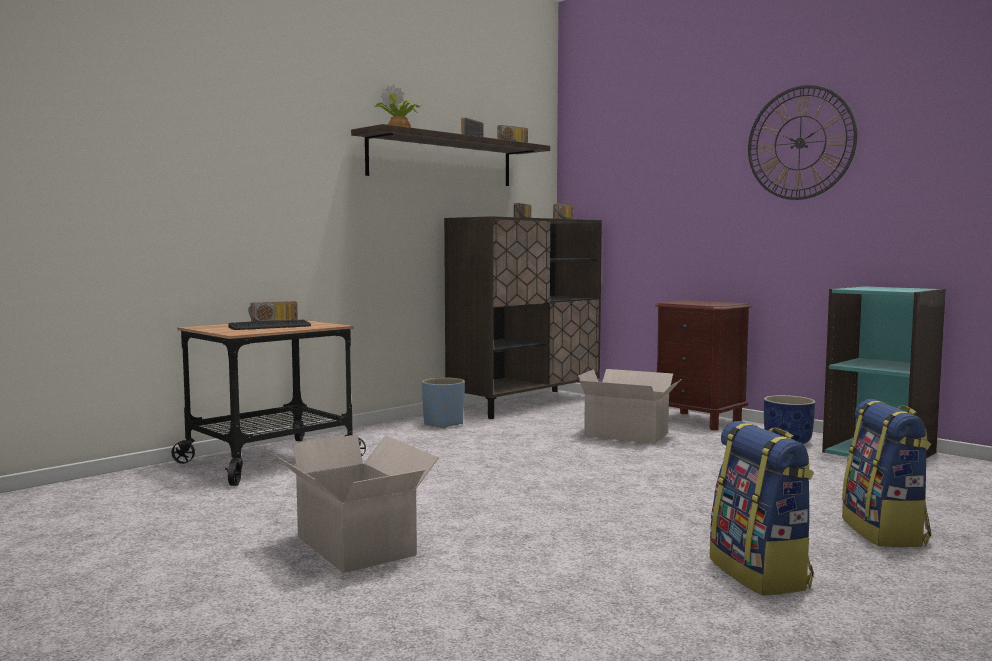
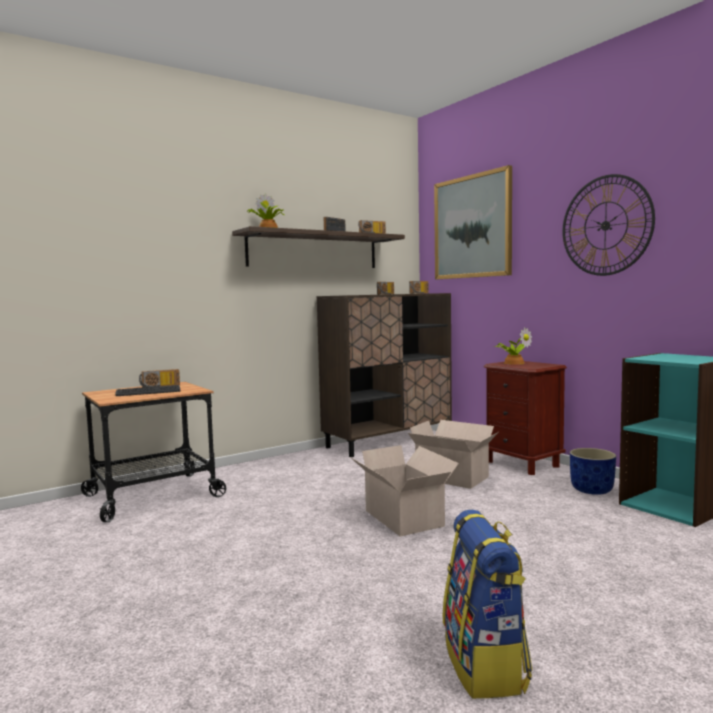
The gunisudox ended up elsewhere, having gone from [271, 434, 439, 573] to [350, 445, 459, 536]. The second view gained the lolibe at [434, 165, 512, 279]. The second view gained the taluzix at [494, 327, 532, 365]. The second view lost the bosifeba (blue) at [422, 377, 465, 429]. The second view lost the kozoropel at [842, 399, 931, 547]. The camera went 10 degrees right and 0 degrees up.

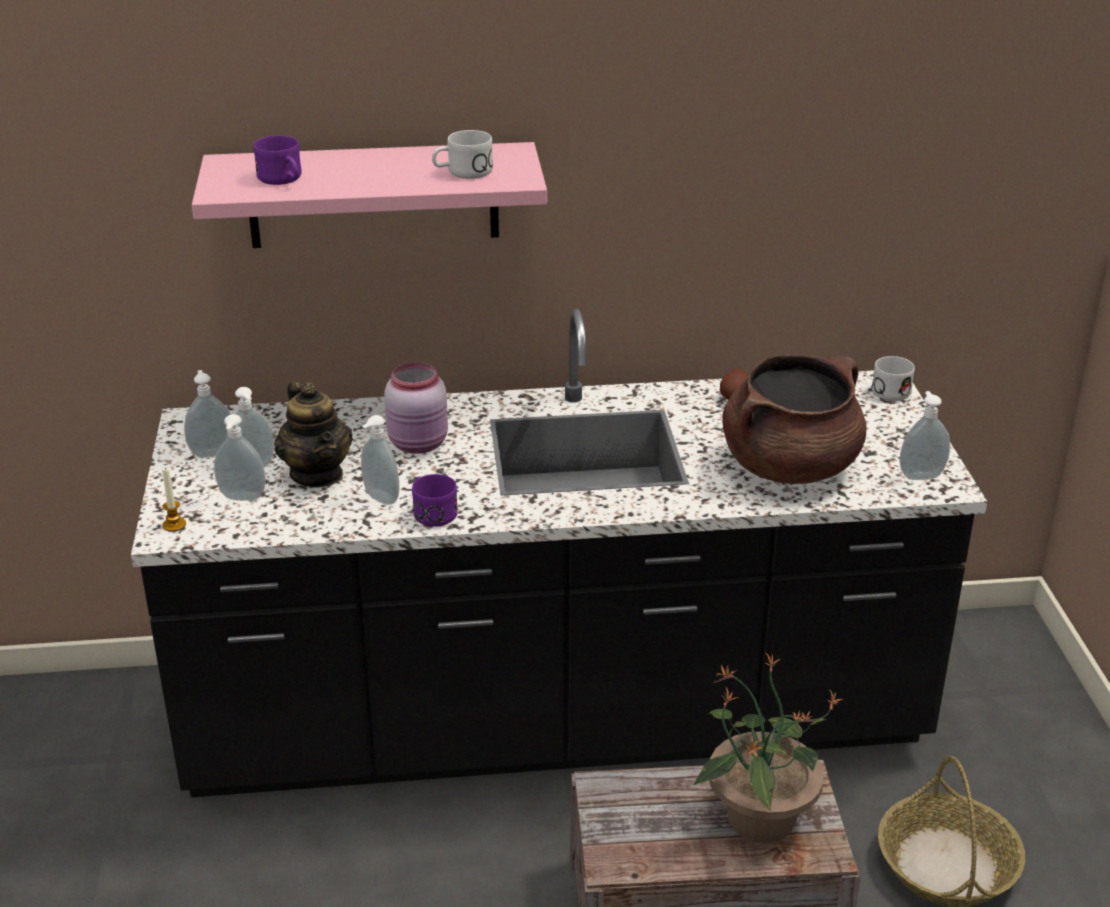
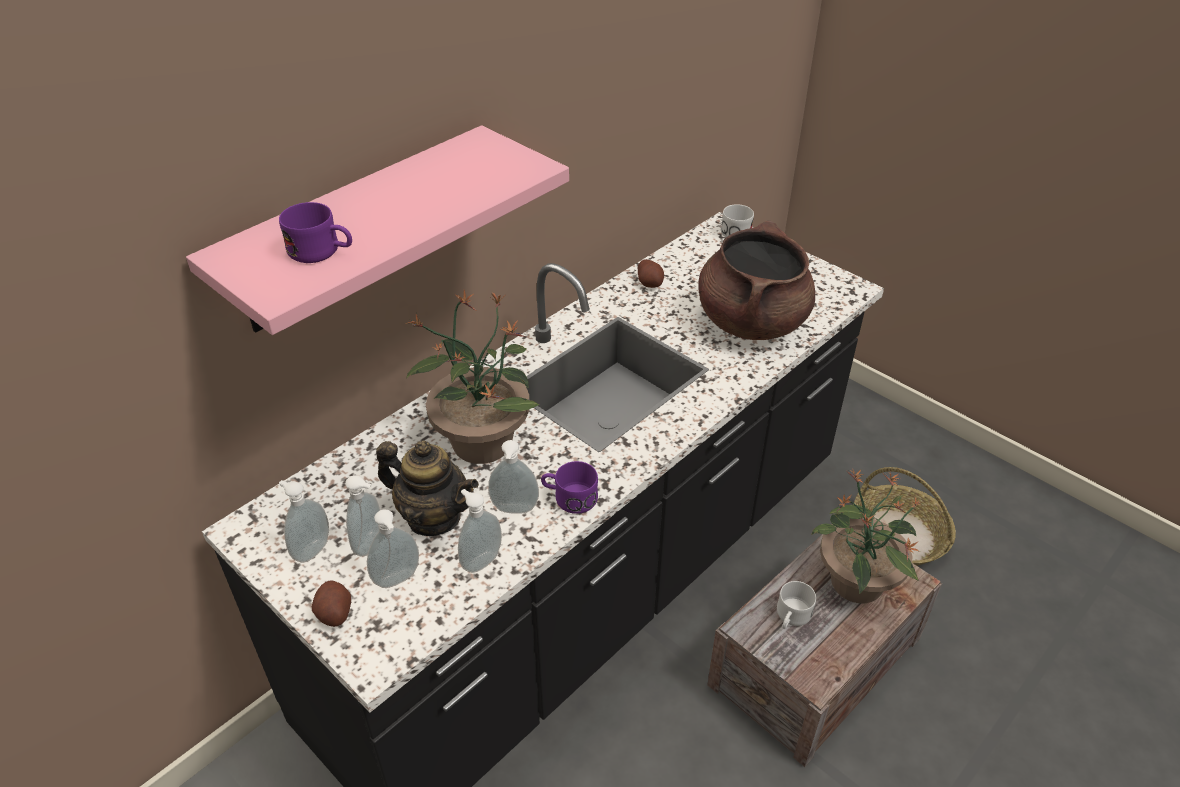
The second view gained the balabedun at [312, 580, 351, 627]. Where the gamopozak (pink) stood at [384, 362, 448, 454], the taluzix came to stand at [406, 290, 539, 464]. The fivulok ended up elsewhere, having gone from [899, 391, 950, 480] to [458, 489, 502, 573]. The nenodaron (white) ended up elsewhere, having gone from [432, 130, 493, 179] to [777, 581, 816, 629]. The second view lost the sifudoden at [162, 468, 186, 532]. The camera went 40 degrees left and 10 degrees up.

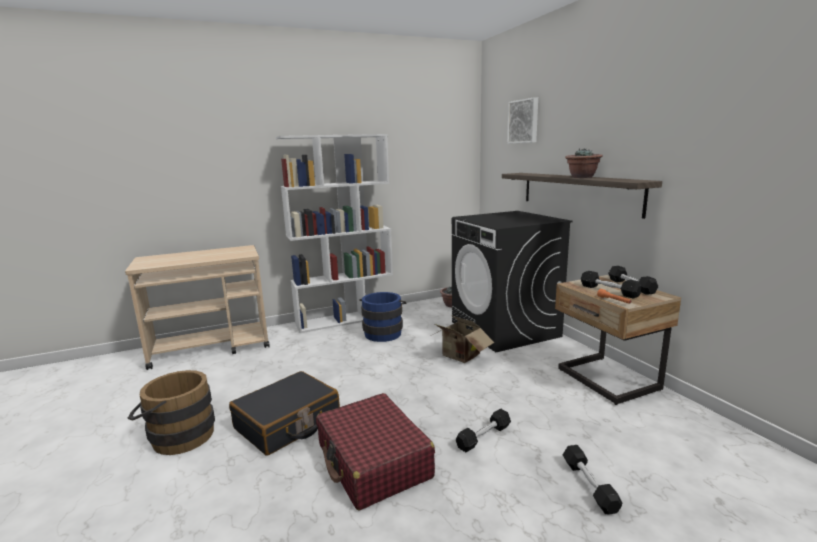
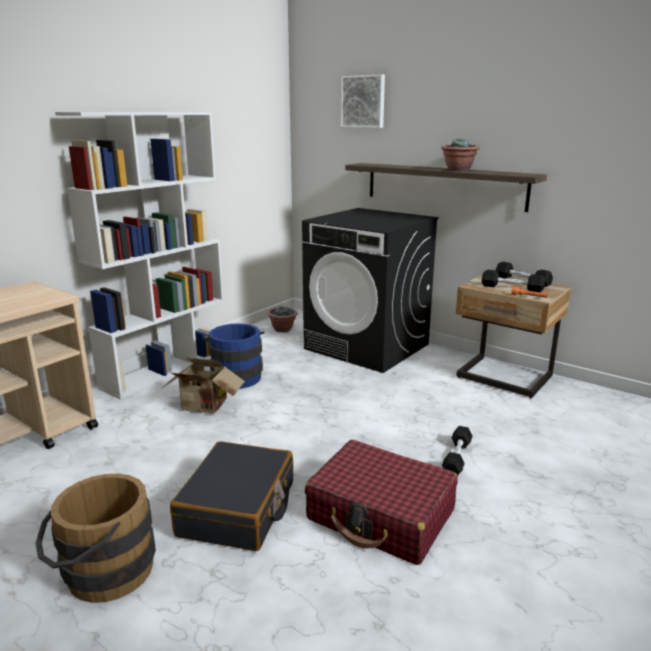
The gunisudox ended up elsewhere, having gone from [435, 316, 494, 363] to [161, 358, 245, 414]. The second view lost the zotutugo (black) at [563, 445, 622, 514]. The camera went 30 degrees left and 5 degrees up.

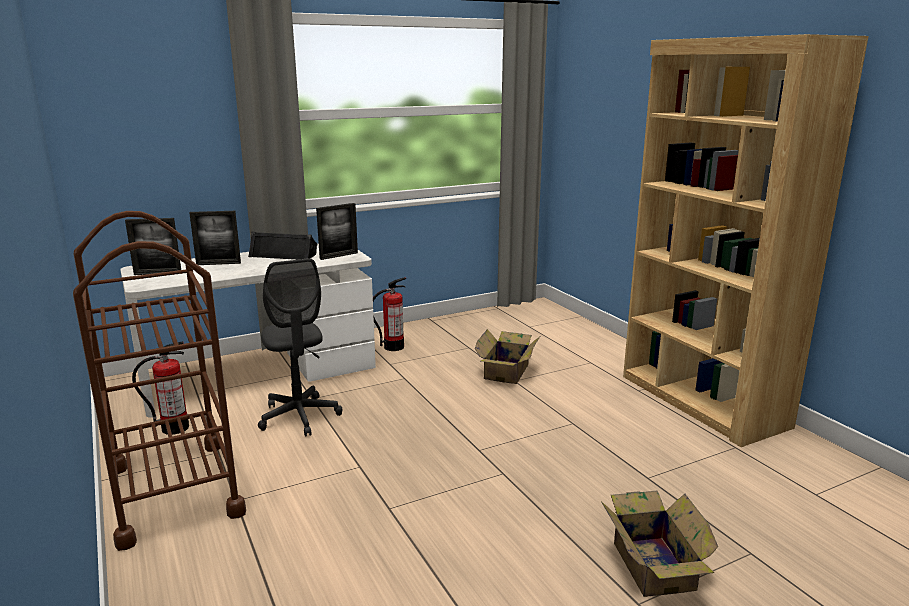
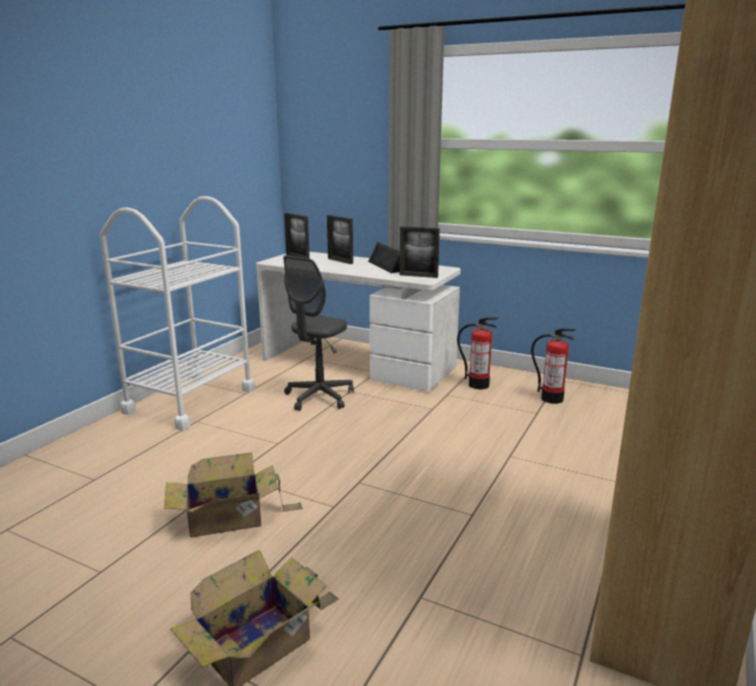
What was the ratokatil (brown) at [73, 211, 246, 551] turned into the ratokatil (white) at [100, 196, 255, 430]. The gunisudox ended up elsewhere, having gone from [475, 329, 540, 384] to [164, 453, 303, 537]. The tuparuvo ended up elsewhere, having gone from [132, 341, 189, 435] to [531, 328, 577, 404]. The camera went 55 degrees right and 0 degrees up.

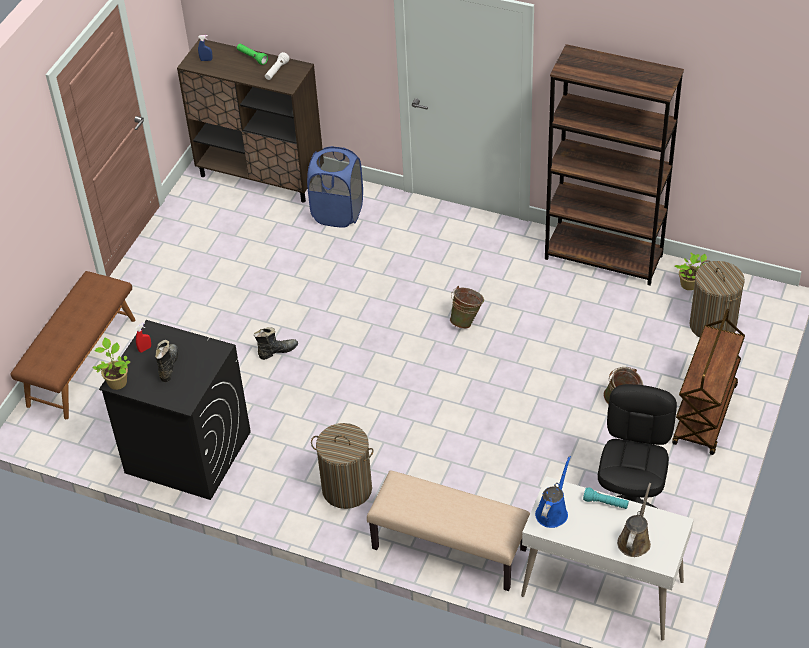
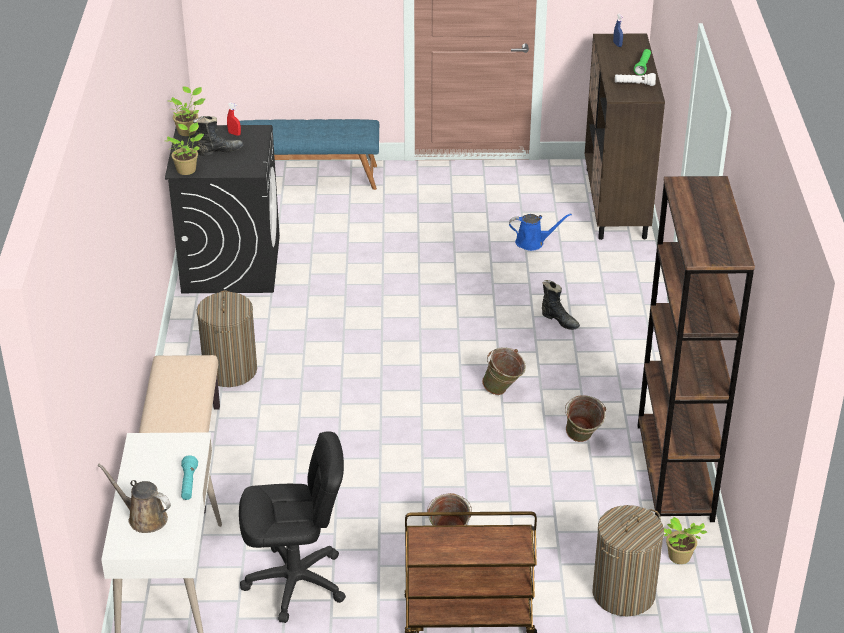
The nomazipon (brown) at [617, 483, 651, 557] ended up facing another way, 150 degrees counterclockwise from before. The second view gained the taluzix at [166, 122, 204, 175]. What was the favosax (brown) at [11, 271, 136, 419] turned into the favosax (blue) at [240, 119, 379, 190]. The nomazipon (blue) ended up elsewhere, having gone from [535, 456, 571, 528] to [509, 214, 572, 251]. The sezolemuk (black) ended up elsewhere, having gone from [254, 327, 298, 360] to [542, 280, 580, 330]. The second view gained the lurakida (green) at [565, 395, 606, 442]. The second view lost the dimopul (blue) at [307, 146, 363, 228]. The camera went 65 degrees right and 10 degrees down.

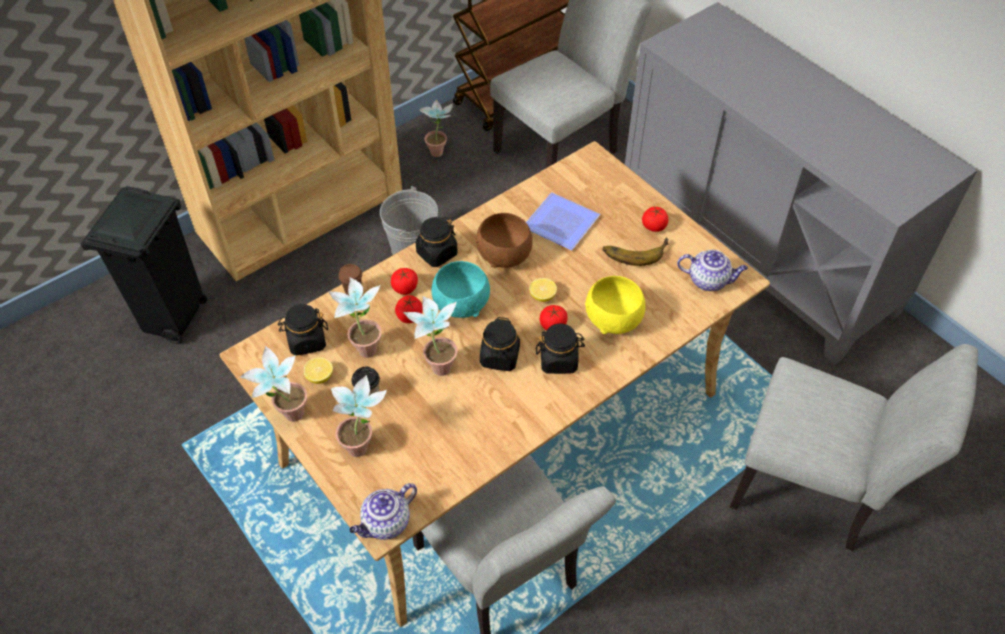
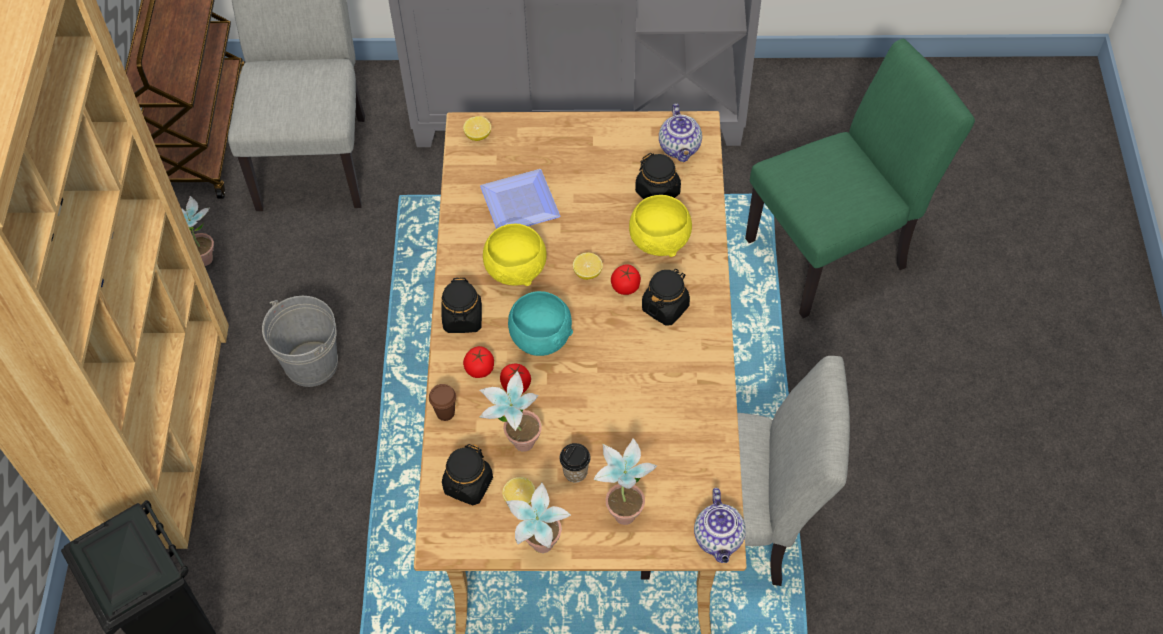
The second view gained the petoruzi at [463, 116, 491, 141]. What was the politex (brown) at [475, 213, 533, 268] turned into the politex (yellow) at [483, 224, 547, 286]. The gamopozak (black) ended up elsewhere, having gone from [480, 317, 520, 371] to [635, 153, 681, 199]. The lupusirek at [677, 250, 748, 291] ended up facing another way, 120 degrees clockwise from before. What was the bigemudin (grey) at [730, 344, 978, 551] turned into the bigemudin (green) at [745, 39, 975, 319]. The second view lost the taluzix at [403, 296, 457, 376]. The second view lost the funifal at [603, 238, 669, 266]. The second view lost the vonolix at [642, 207, 668, 232]. The camera went 50 degrees left and 5 degrees up.

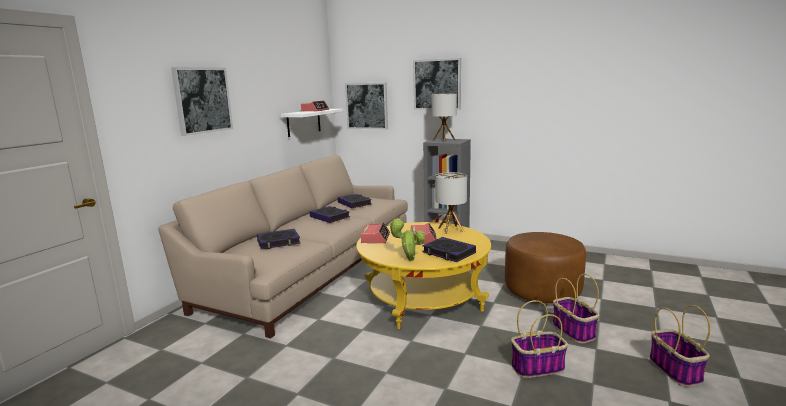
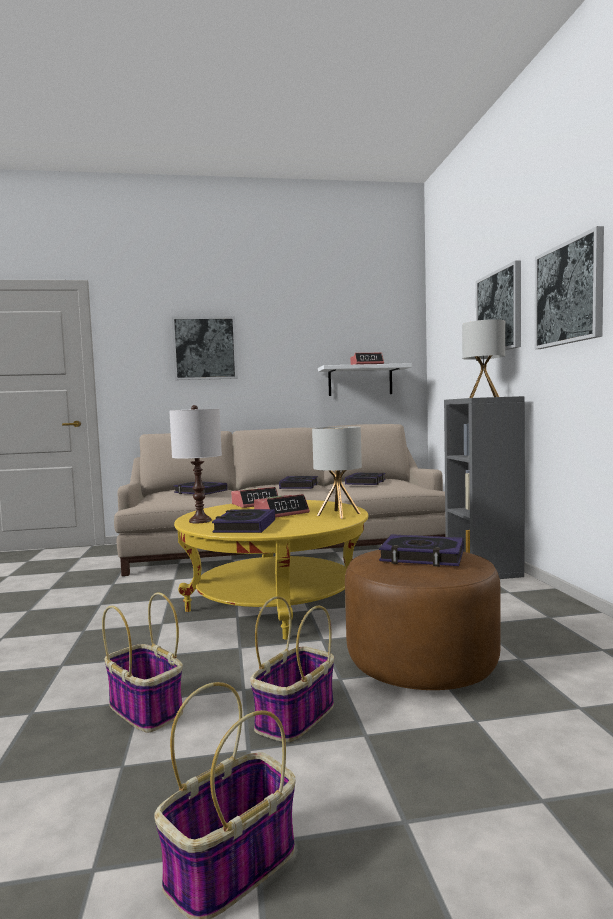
Where the taluzix stood at [389, 218, 425, 261], the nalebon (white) came to stand at [169, 405, 222, 523]. The second view gained the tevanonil at [379, 534, 464, 567]. The lolibe ended up elsewhere, having gone from [345, 82, 388, 130] to [534, 226, 604, 349]. The camera went 55 degrees right and 10 degrees down.

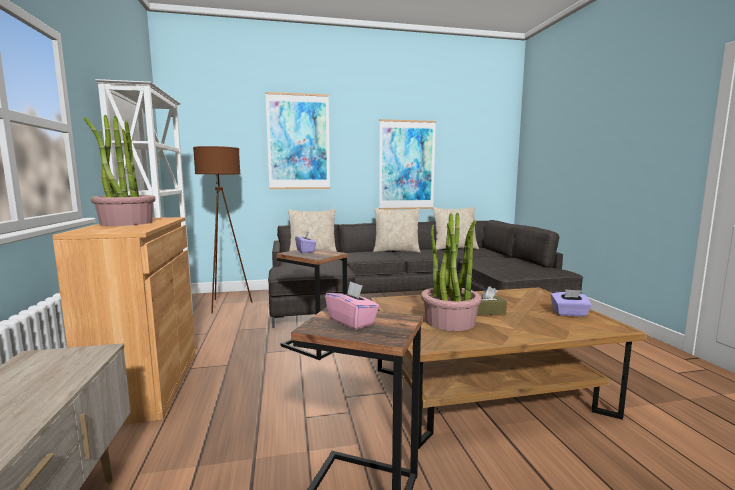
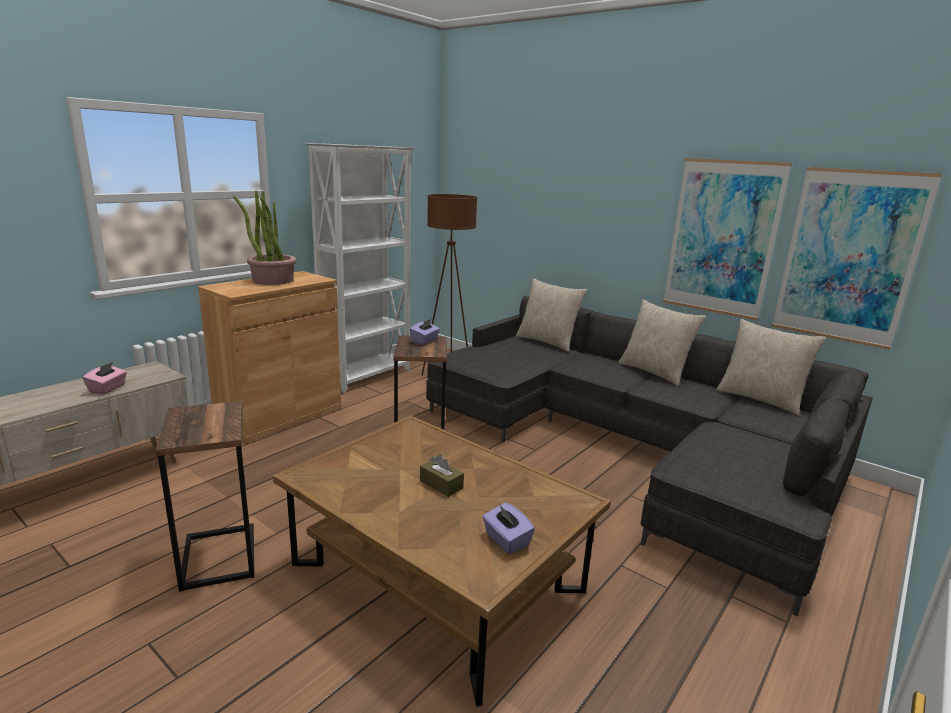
The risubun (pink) ended up elsewhere, having gone from [325, 281, 380, 330] to [83, 362, 127, 394]. The lolibe ended up elsewhere, having gone from [265, 92, 330, 189] to [771, 167, 942, 350]. The second view lost the taluzix at [421, 212, 482, 331]. The camera went 50 degrees right and 10 degrees up.

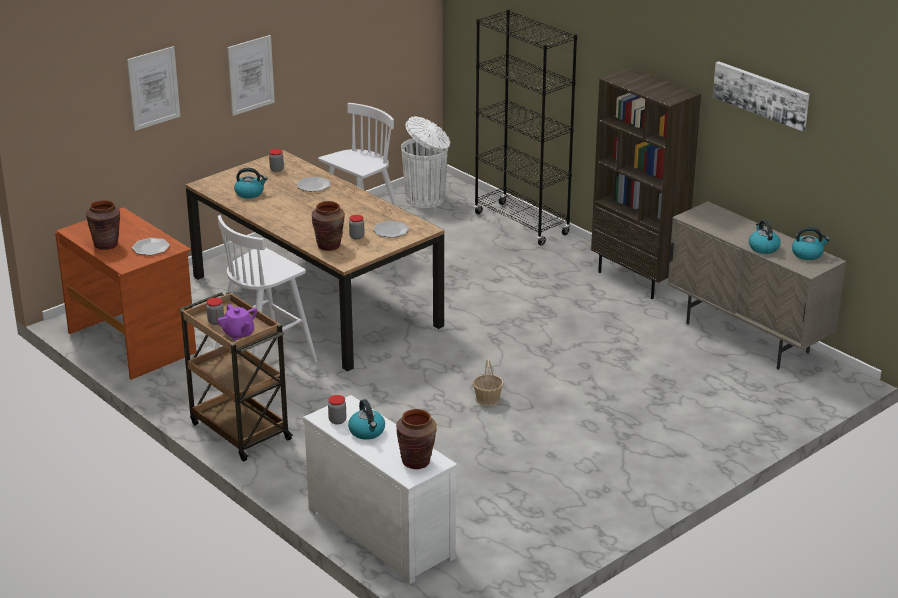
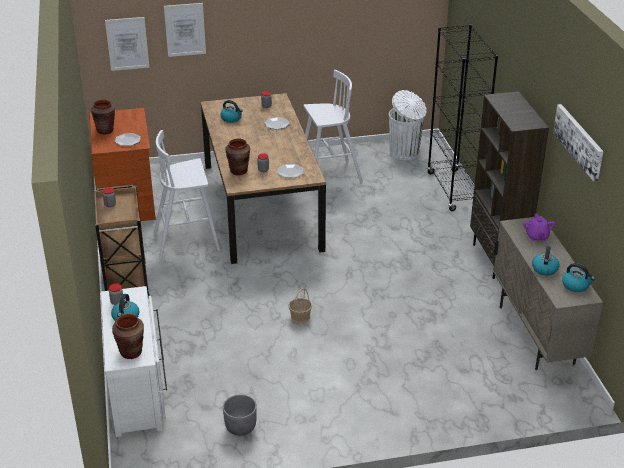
The lolibe ended up elsewhere, having gone from [227, 35, 275, 116] to [105, 17, 149, 71]. The second view gained the bosifeba (grey) at [223, 394, 257, 436]. The lupusirek (purple) ended up elsewhere, having gone from [217, 304, 257, 340] to [523, 214, 555, 241]. The camera went 30 degrees right and 5 degrees up.

